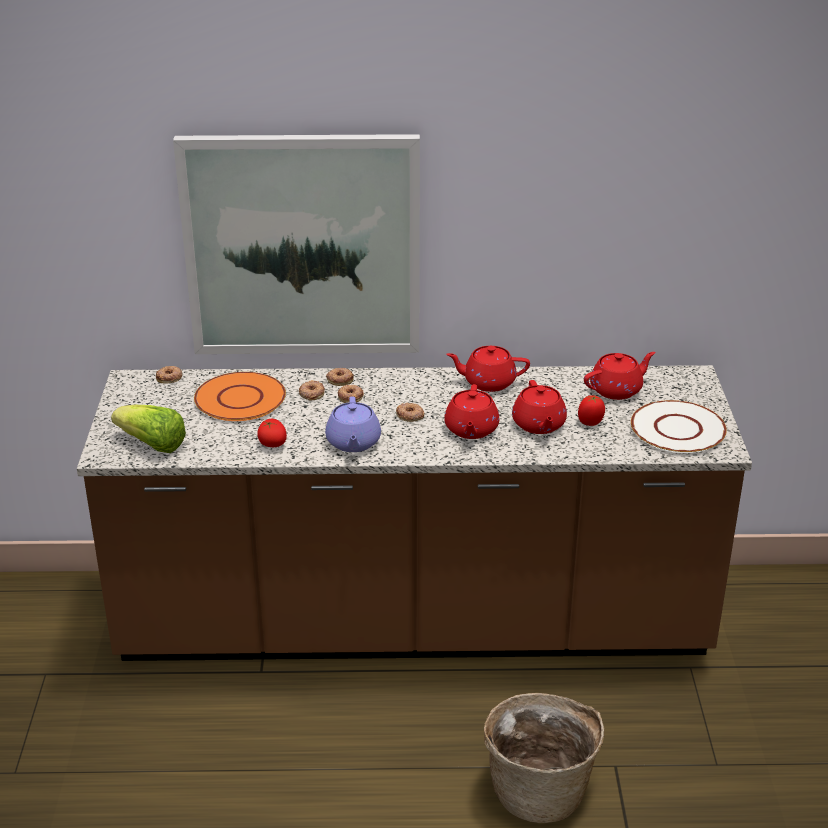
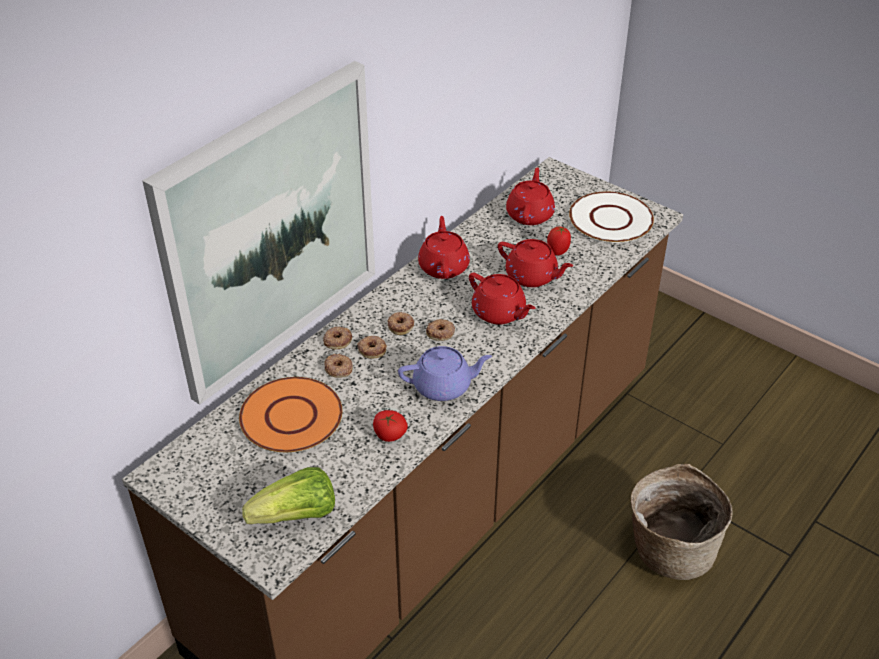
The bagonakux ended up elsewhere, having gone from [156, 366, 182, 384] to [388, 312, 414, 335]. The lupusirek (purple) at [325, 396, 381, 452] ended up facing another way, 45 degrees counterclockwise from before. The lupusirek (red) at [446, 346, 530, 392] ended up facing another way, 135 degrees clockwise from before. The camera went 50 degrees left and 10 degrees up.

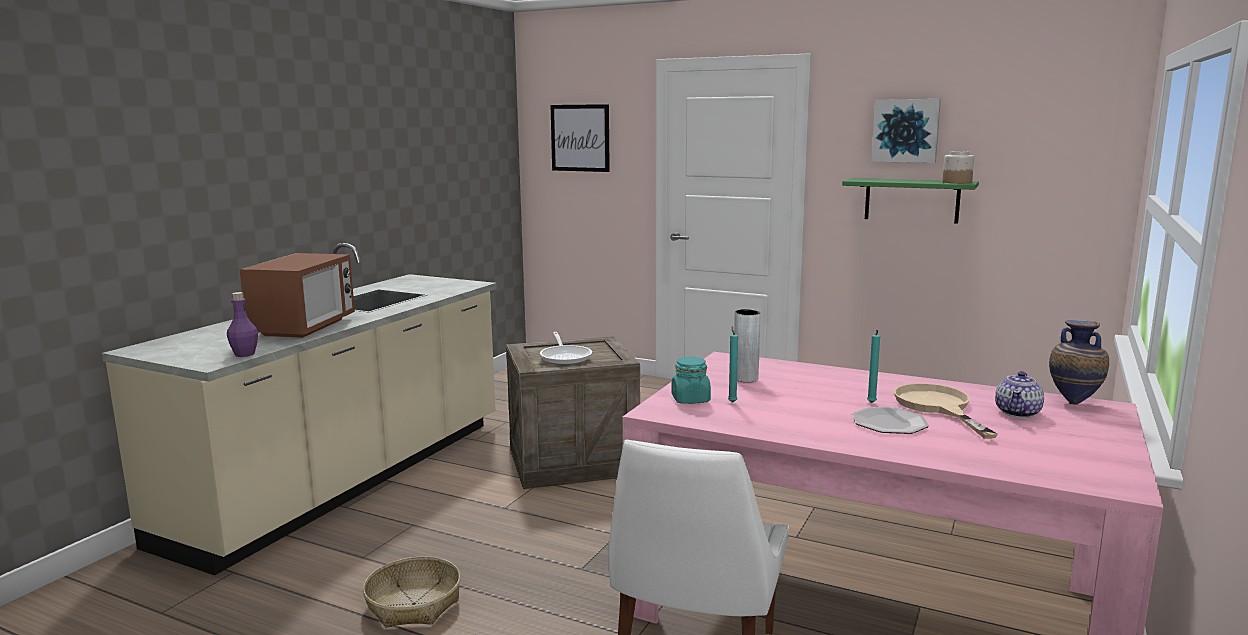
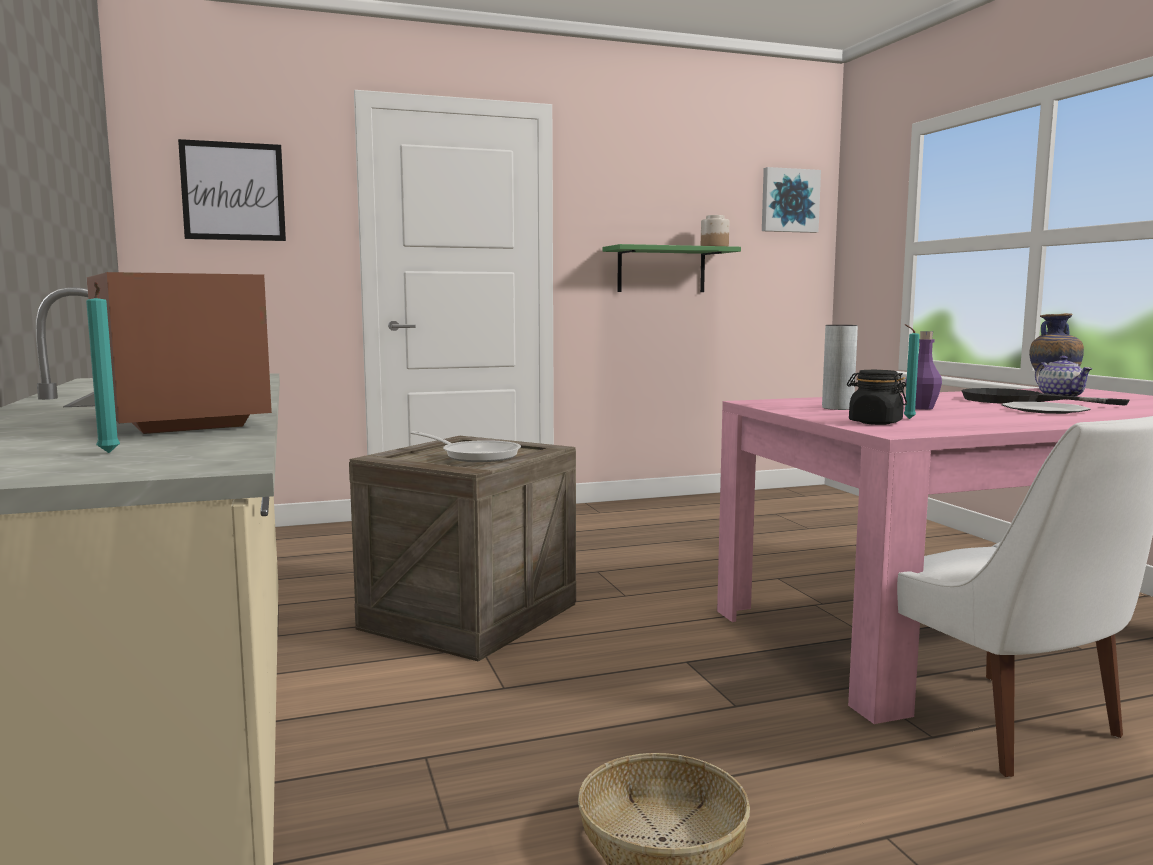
The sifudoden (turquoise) ended up elsewhere, having gone from [867, 330, 880, 403] to [86, 282, 120, 453]. The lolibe ended up elsewhere, having gone from [871, 99, 941, 163] to [762, 167, 821, 233]. What was the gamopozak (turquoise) at [672, 357, 711, 404] turned into the gamopozak (black) at [847, 370, 907, 425]. The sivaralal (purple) ended up elsewhere, having gone from [227, 292, 258, 357] to [905, 331, 942, 409]. What was the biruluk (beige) at [894, 383, 998, 439] turned into the biruluk (black) at [961, 388, 1130, 406]. The camera went 45 degrees left and 5 degrees down.

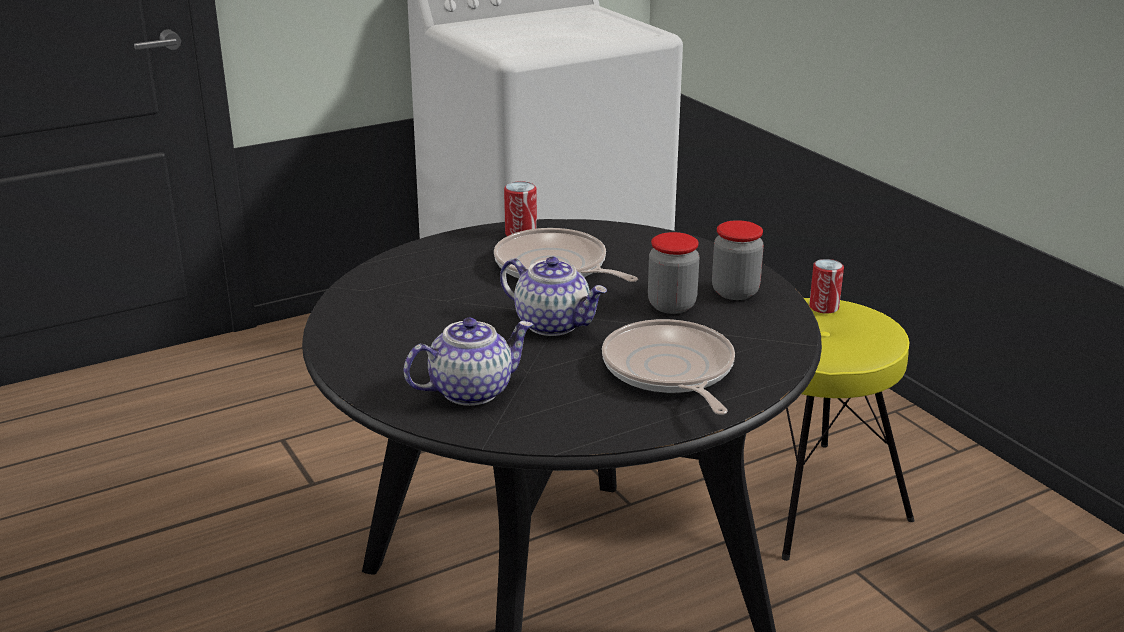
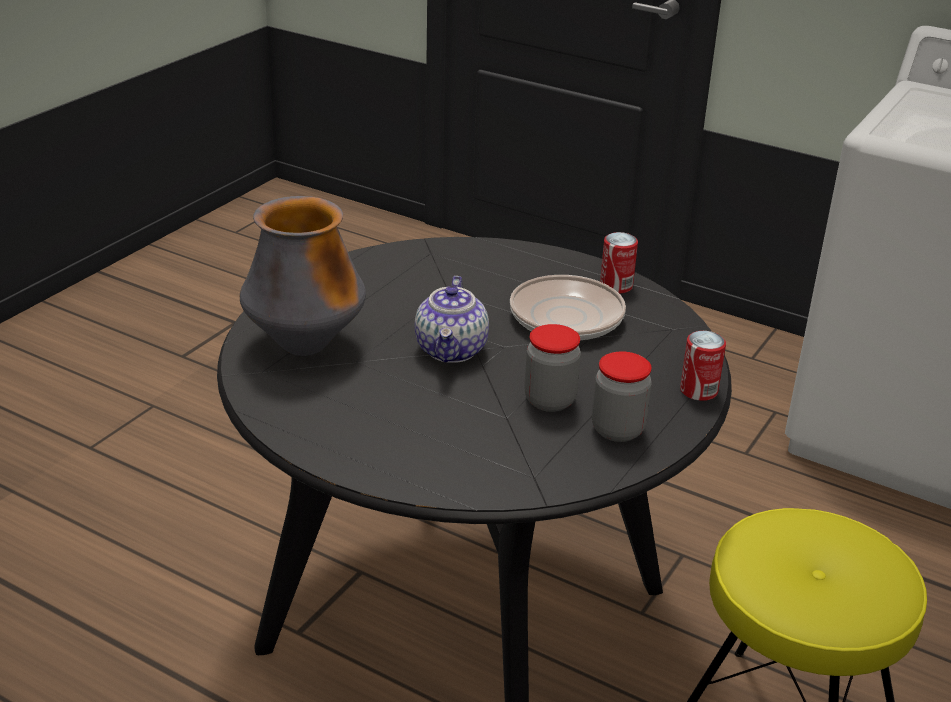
Where the lupusirek stood at [404, 318, 533, 406], the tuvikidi came to stand at [240, 196, 366, 356]. The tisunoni ended up elsewhere, having gone from [809, 259, 844, 314] to [680, 331, 726, 401]. The second view lost the biruluk at [602, 319, 735, 415]. The camera went 60 degrees right and 5 degrees up.

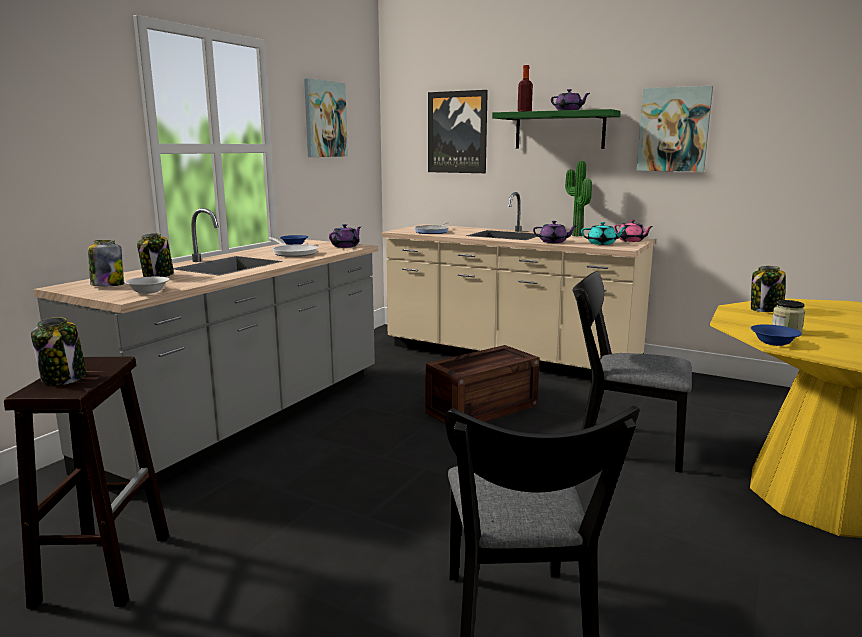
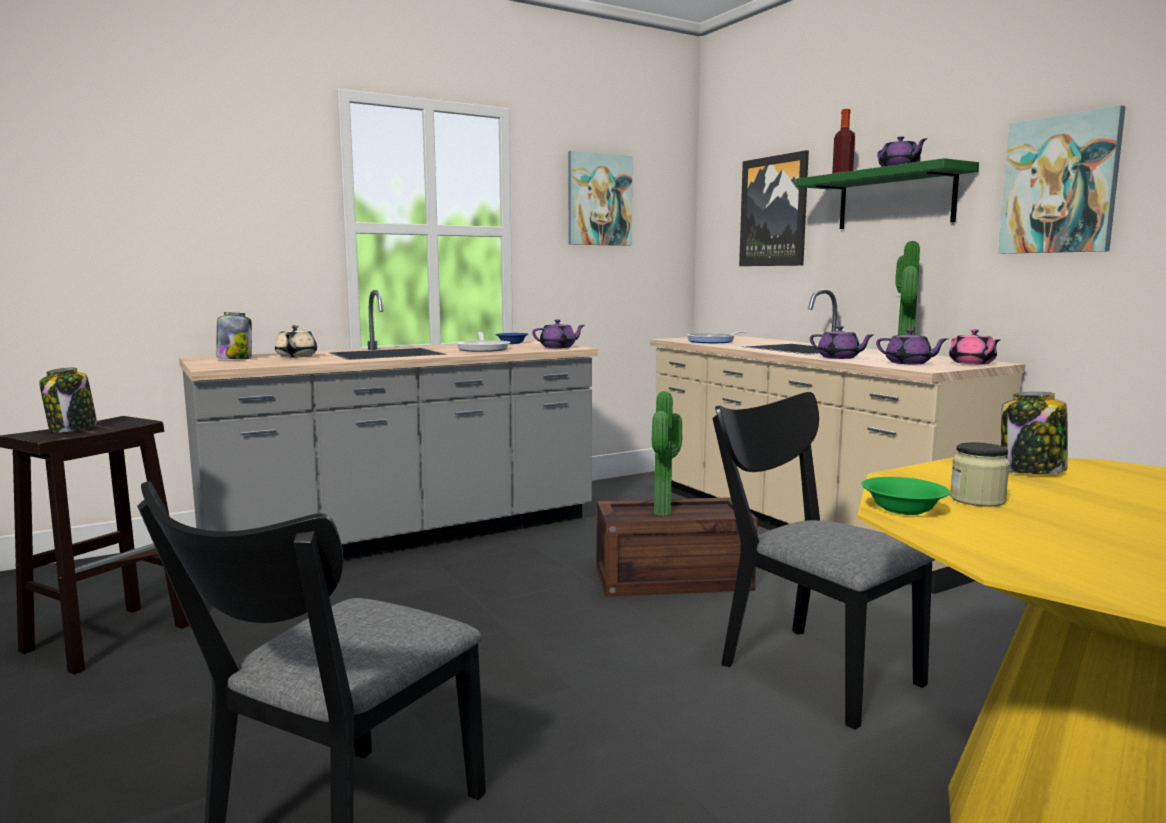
Where the gamopozak stood at [137, 233, 174, 277], the lupusirek (beige) came to stand at [275, 325, 317, 358]. The second view gained the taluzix at [652, 391, 682, 516]. What was the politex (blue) at [751, 324, 802, 346] turned into the politex (green) at [862, 477, 950, 515]. What was the lupusirek (turquoise) at [581, 222, 627, 245] turned into the lupusirek (purple) at [876, 329, 948, 364]. The second view lost the politex (white) at [125, 277, 170, 294]. The camera went 30 degrees right and 5 degrees down.

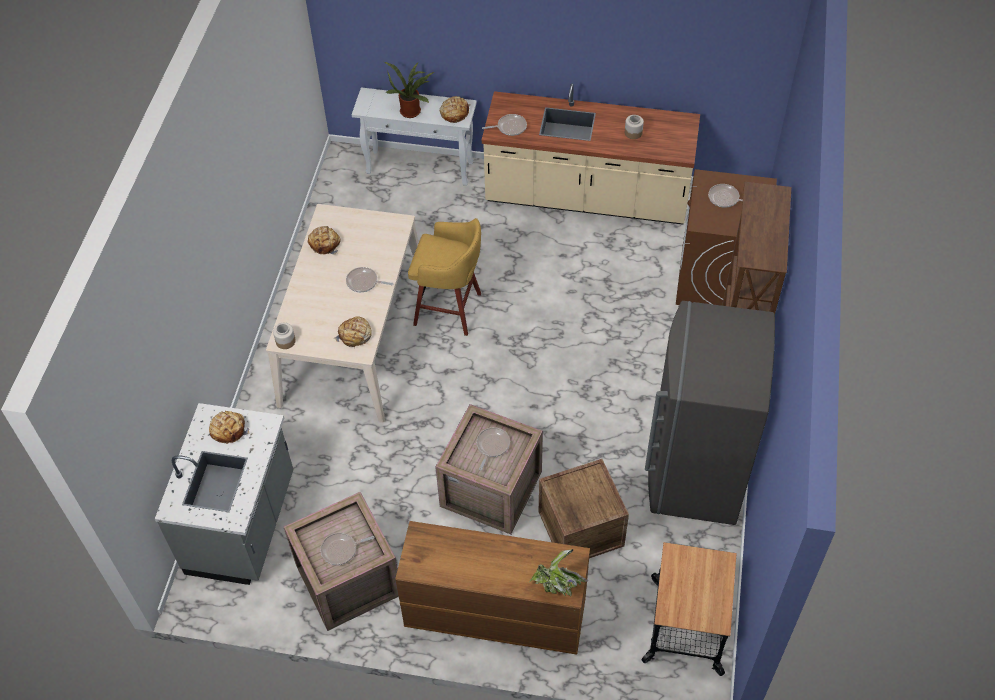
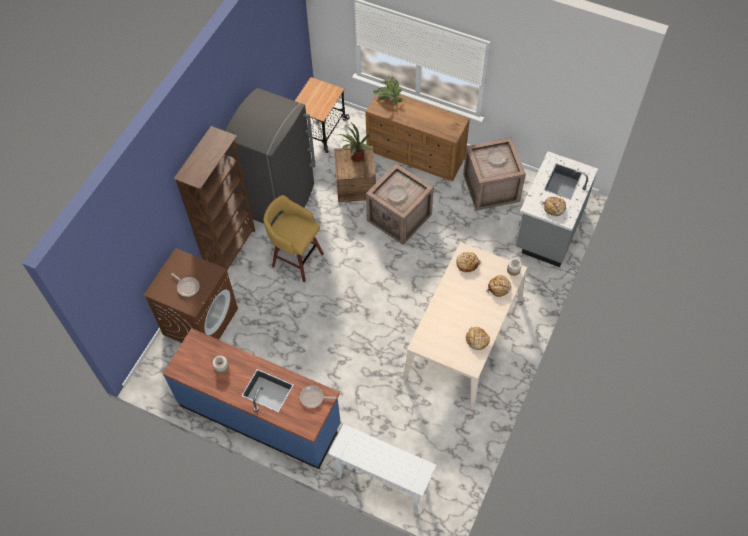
What was the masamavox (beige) at [482, 83, 700, 224] turned into the masamavox (blue) at [163, 328, 341, 469]. The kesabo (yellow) ended up elsewhere, having gone from [408, 218, 481, 336] to [263, 195, 324, 282]. The taluzix ended up elsewhere, having gone from [384, 62, 434, 118] to [338, 123, 372, 162]. The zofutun ended up elsewhere, having gone from [440, 96, 471, 123] to [486, 275, 511, 297]. The second view lost the biruluk at [346, 267, 394, 292]. The camera went 165 degrees left and 5 degrees up.

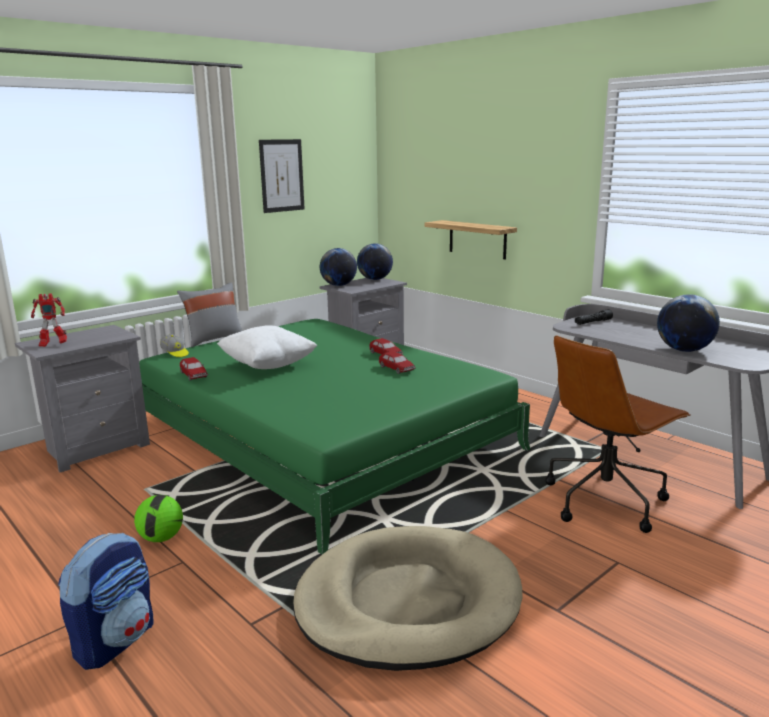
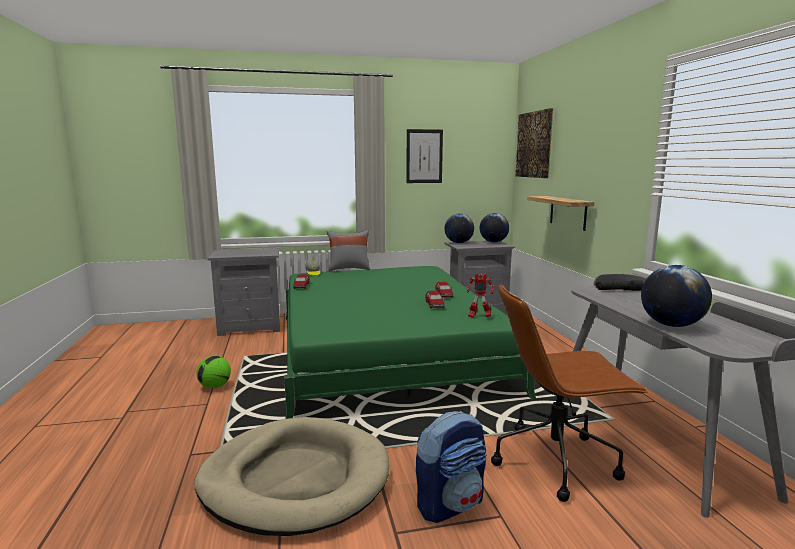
The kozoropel ended up elsewhere, having gone from [58, 533, 154, 670] to [416, 411, 487, 523]. The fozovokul ended up elsewhere, having gone from [31, 293, 67, 347] to [467, 273, 494, 318]. The second view gained the lolibe at [516, 108, 553, 178]. The second view lost the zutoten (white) at [217, 325, 317, 369]. The camera went 30 degrees right and 5 degrees down.

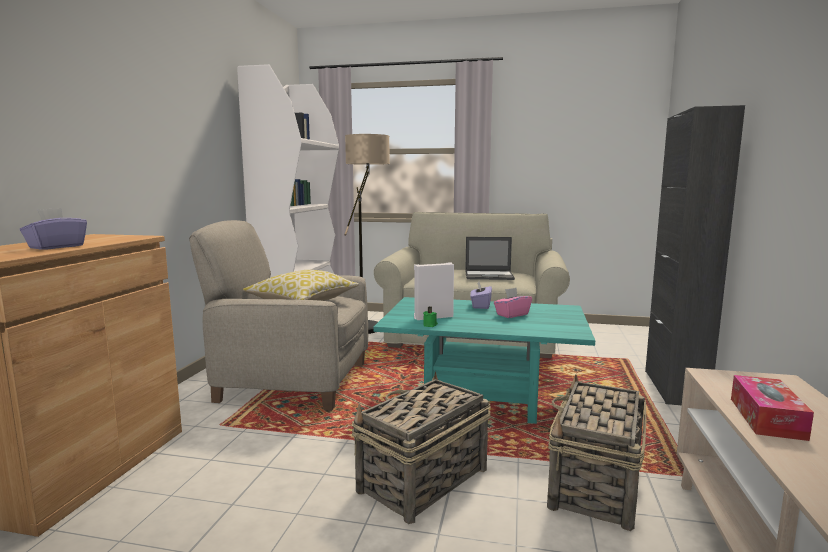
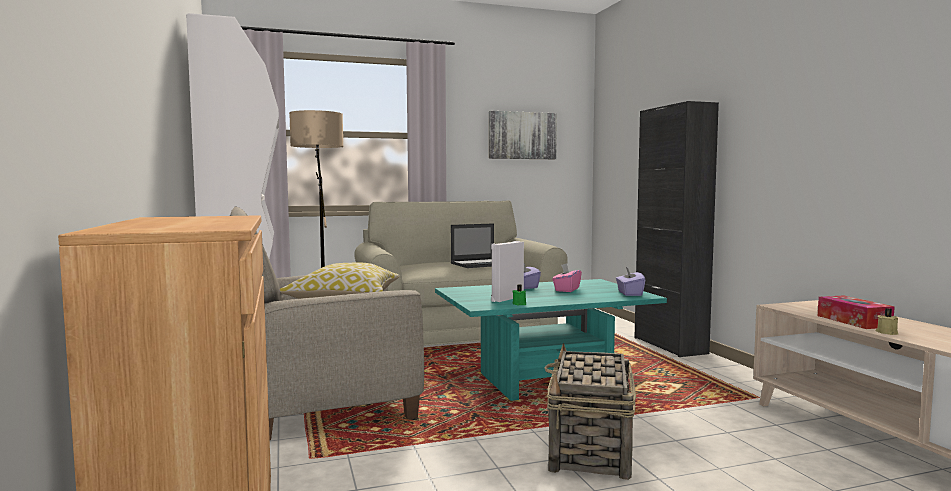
The second view gained the lolibe at [489, 111, 557, 159]. The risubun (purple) ended up elsewhere, having gone from [20, 208, 87, 250] to [616, 267, 645, 296]. The second view gained the sifudoden (beige) at [876, 308, 898, 335]. The second view lost the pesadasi at [547, 374, 647, 531]. The camera went 30 degrees left and 5 degrees down.

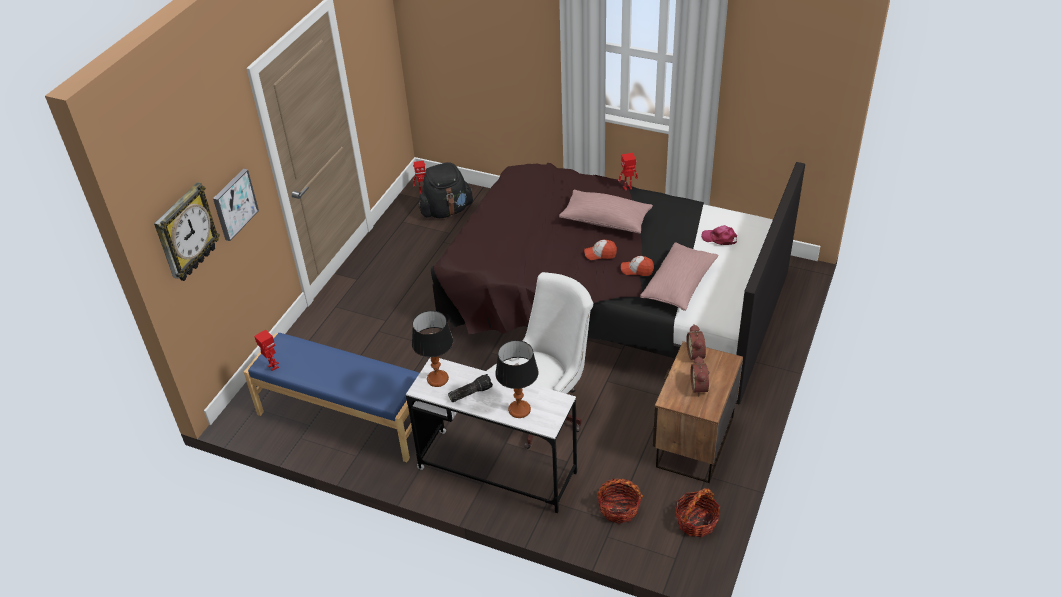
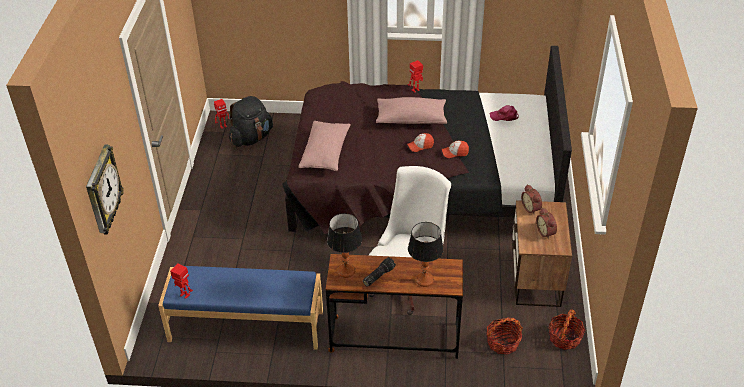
The zutoten (pink) ended up elsewhere, having gone from [640, 242, 719, 311] to [299, 121, 351, 171]. What was the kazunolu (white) at [406, 357, 577, 513] turned into the kazunolu (brown) at [326, 254, 463, 359]. The second view lost the lolibe at [213, 168, 259, 241]. The camera went 20 degrees left and 0 degrees up.

